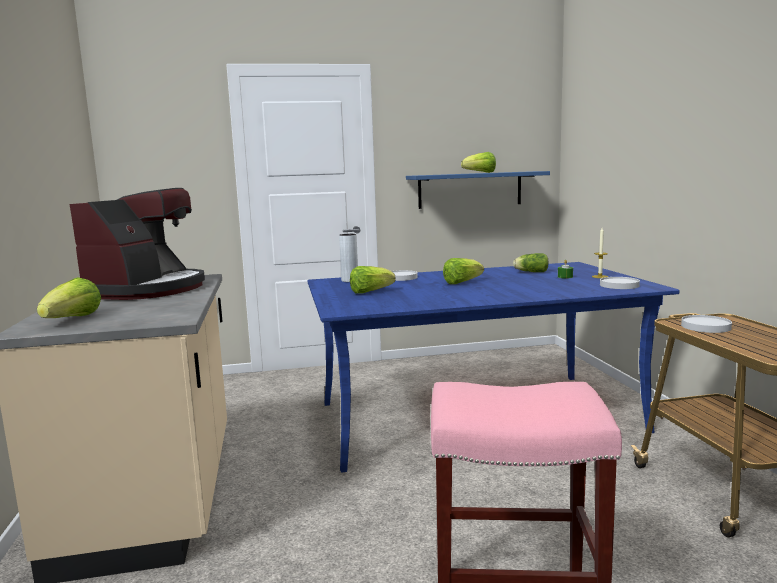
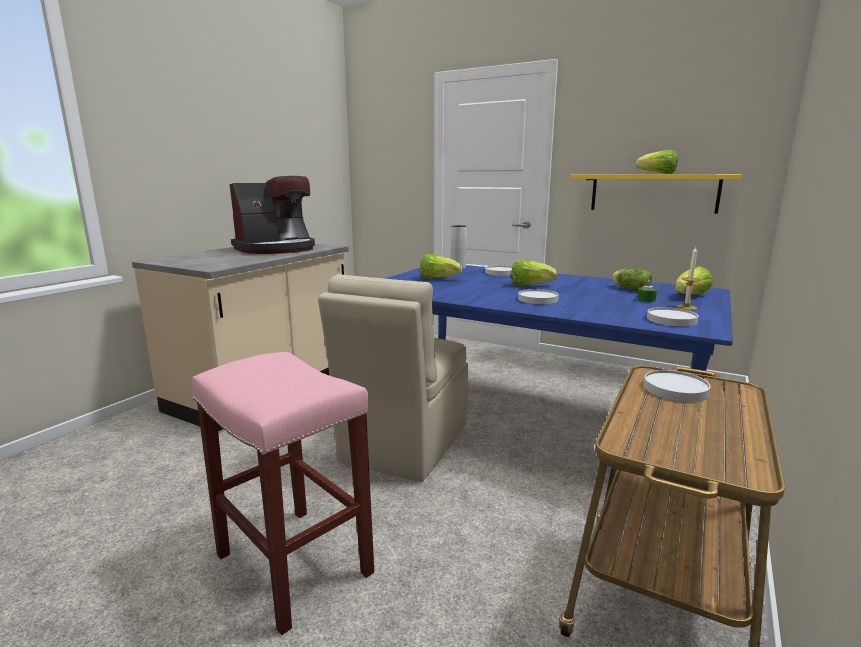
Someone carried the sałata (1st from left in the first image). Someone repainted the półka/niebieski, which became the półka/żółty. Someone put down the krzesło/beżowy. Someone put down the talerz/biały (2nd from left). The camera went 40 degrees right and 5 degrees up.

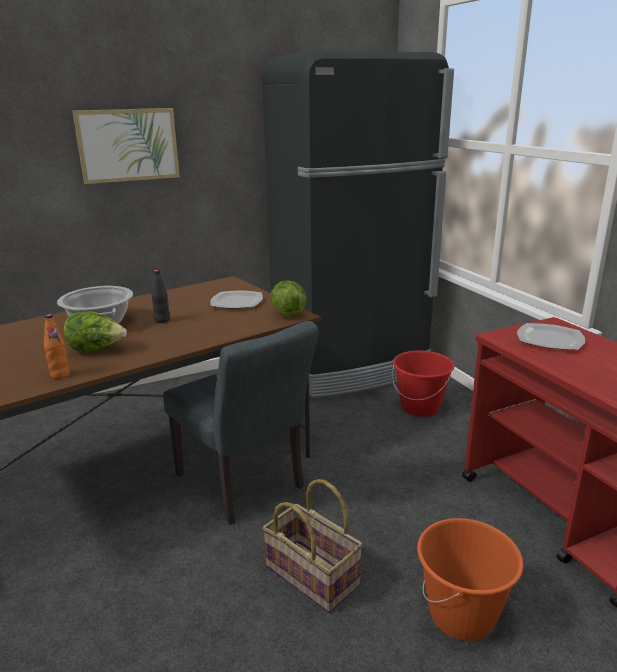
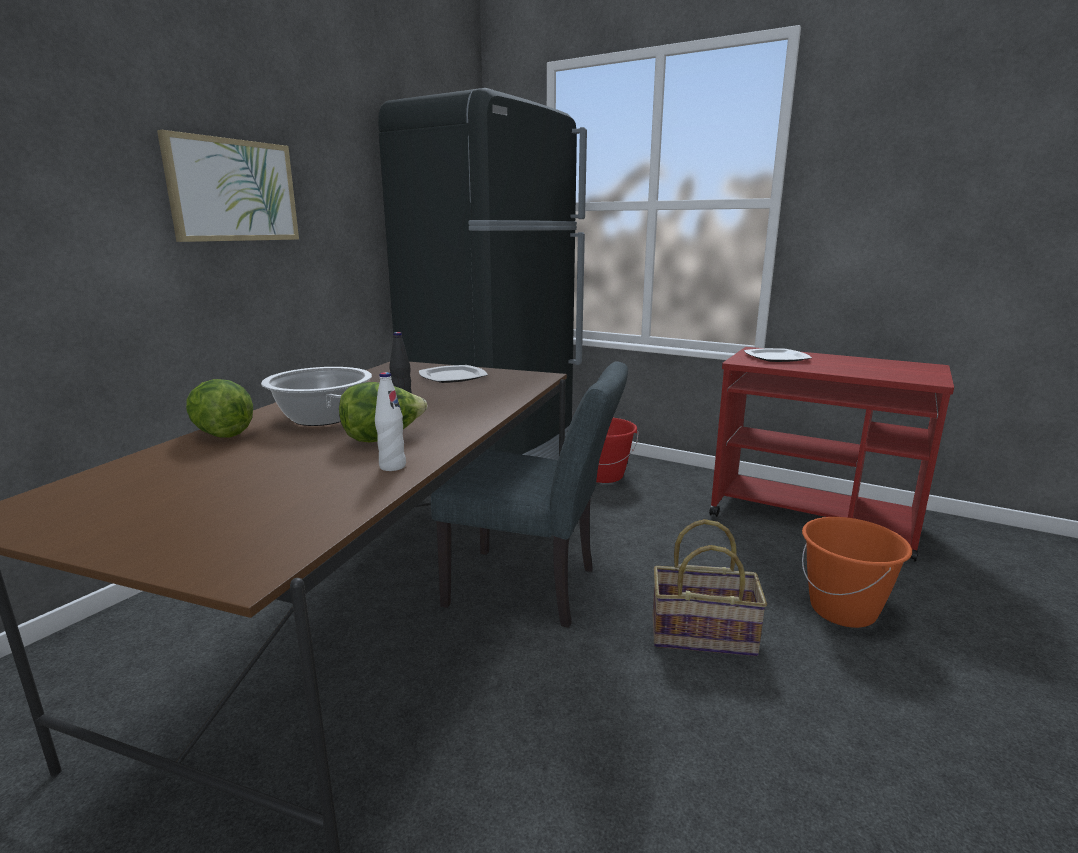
Someone repainted the butelka/pomarańczowy, which became the butelka/biały. Someone carried the sałata (2nd from left in the first image). The camera went 35 degrees left and 5 degrees down.

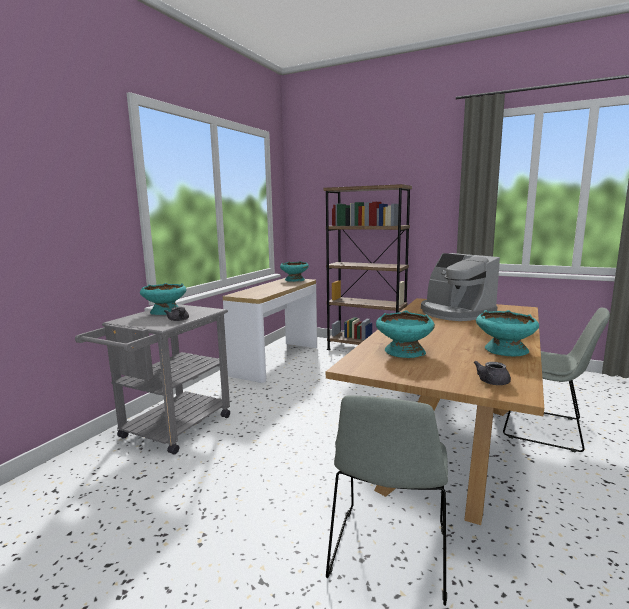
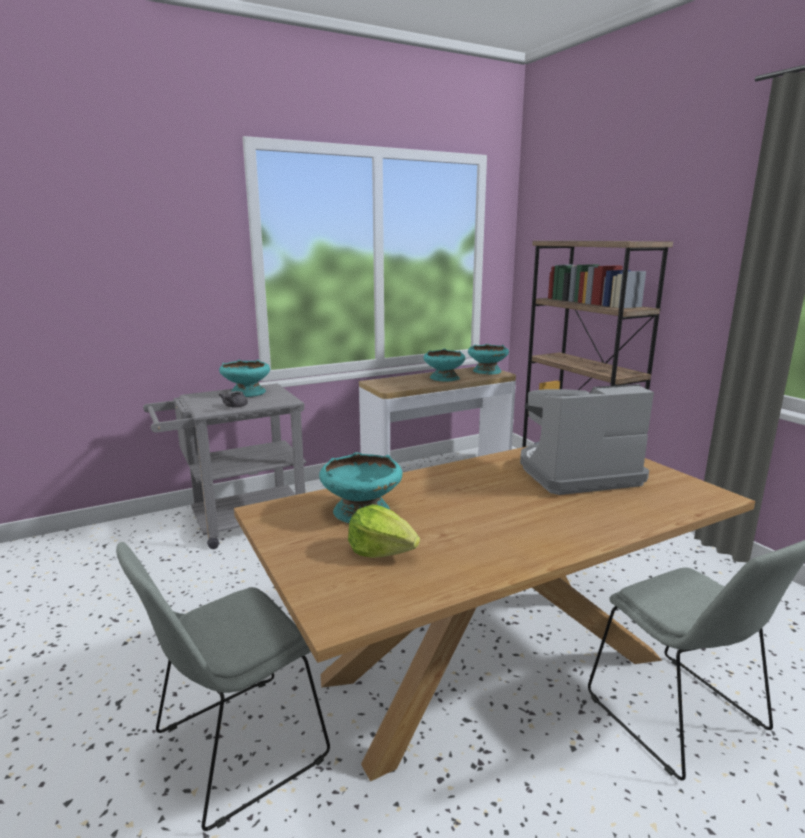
Someone rotated the ekspres do kawy by 75 degrees clockwise. Someone took away the imbryk/szary (2nd from left). Someone carried the miska/turkusowy (4th from left in the first image). Someone put down the sałata. The camera went 35 degrees right and 5 degrees up.

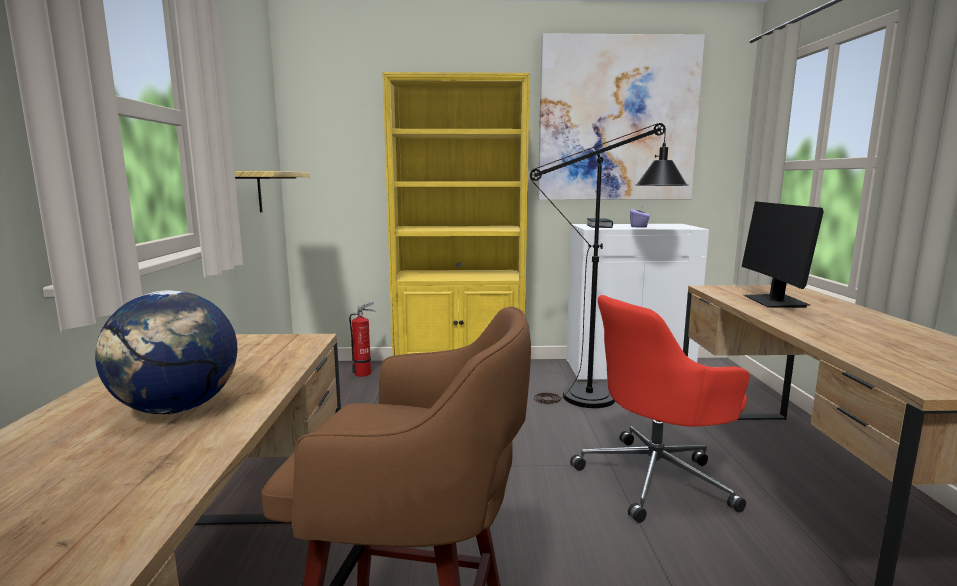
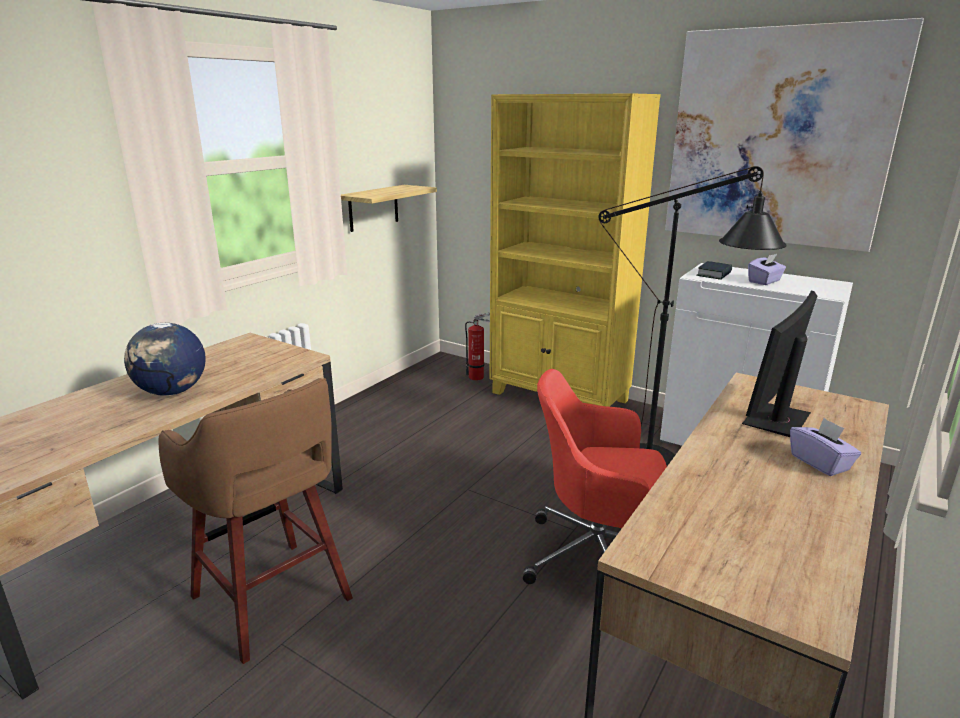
Someone put down the pudełko chusteczek/fioletowy (2nd from left). The camera went 35 degrees right and 10 degrees up.

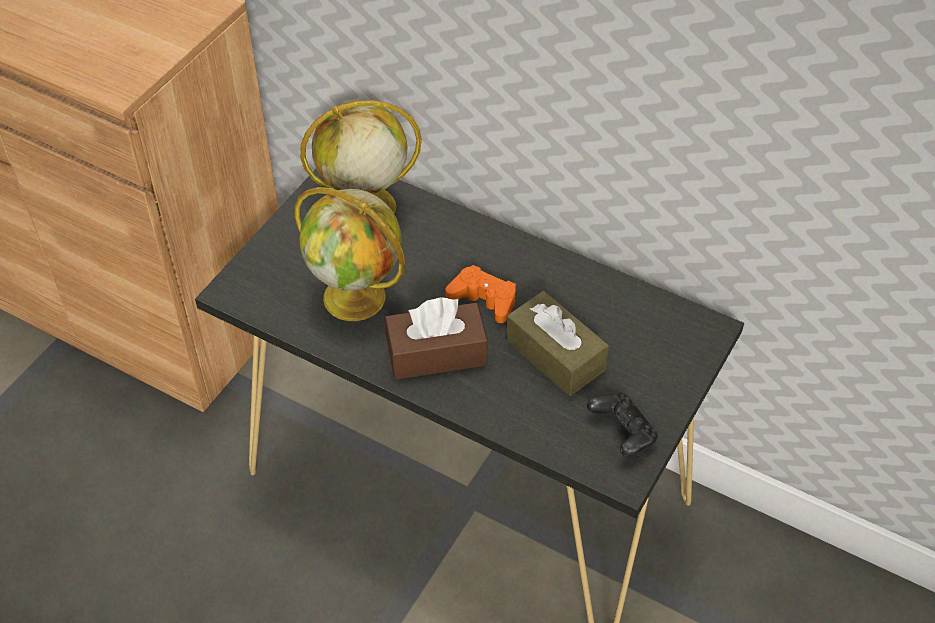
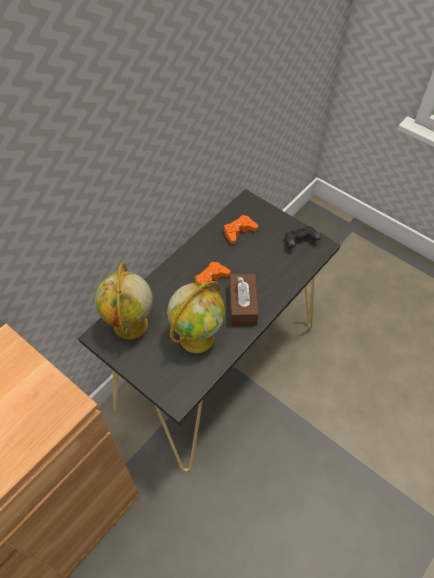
Someone took away the pudełko chusteczek/brązowy (2nd from left). Someone put down the pad do gier/pomarańczowy (2nd from left). The camera went 80 degrees left and 5 degrees up.

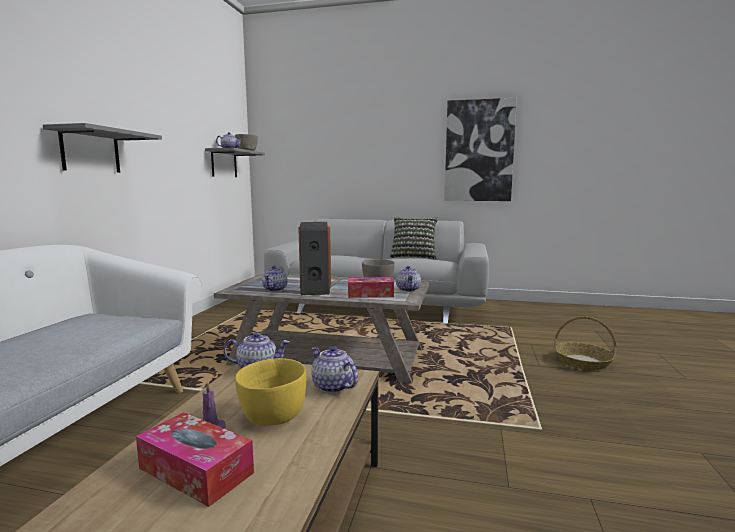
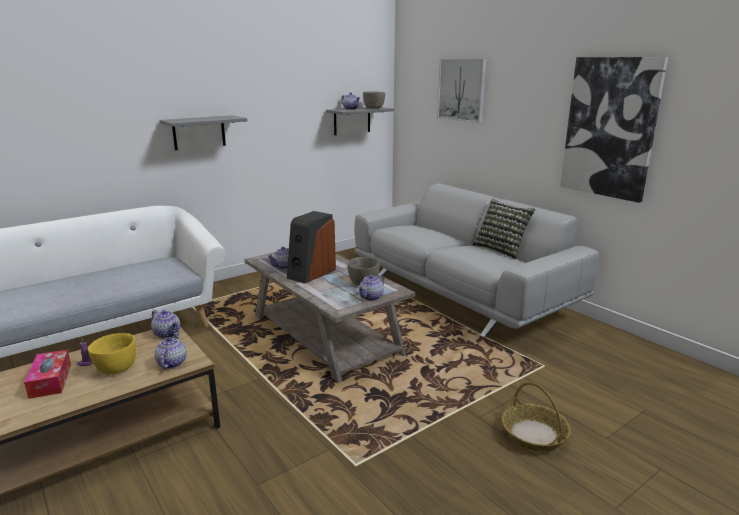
Someone took away the pudełko chusteczek (2nd from left). Someone put up the obraz (1st from left). The camera went 40 degrees right and 10 degrees up.

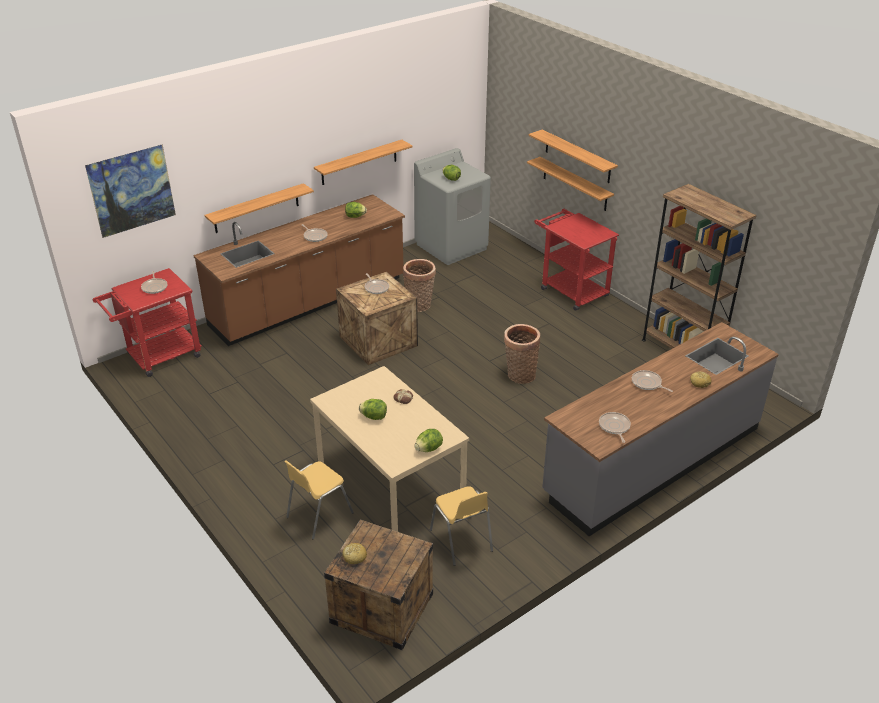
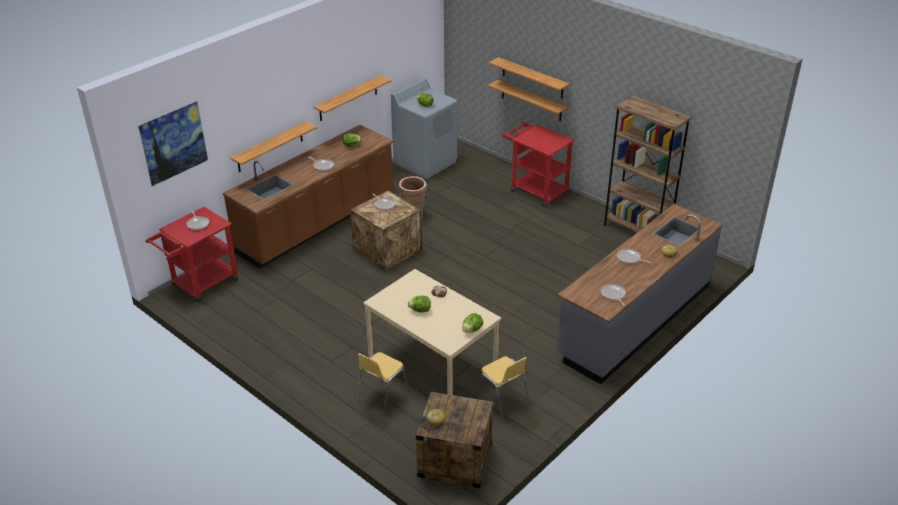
Someone took away the koszyk (2nd from left). The camera went 10 degrees left and 0 degrees up.

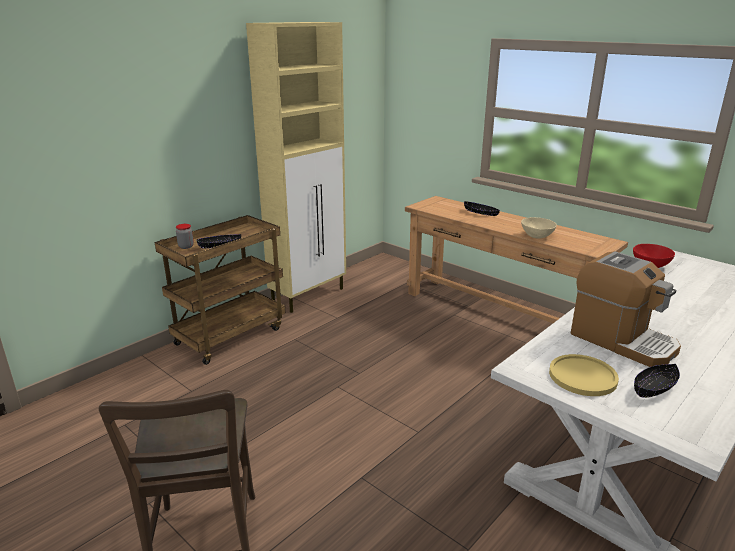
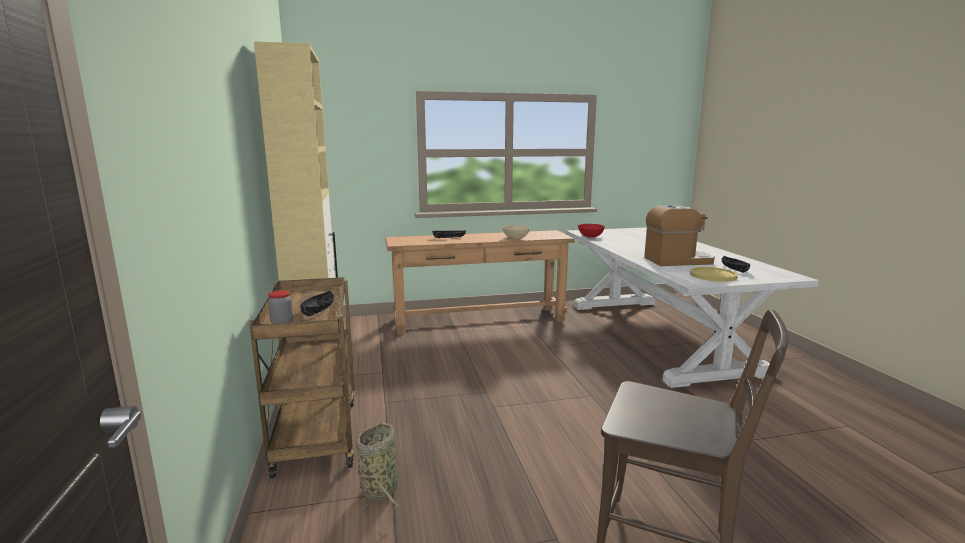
Someone put down the koszyk. The camera went 55 degrees left and 10 degrees down.

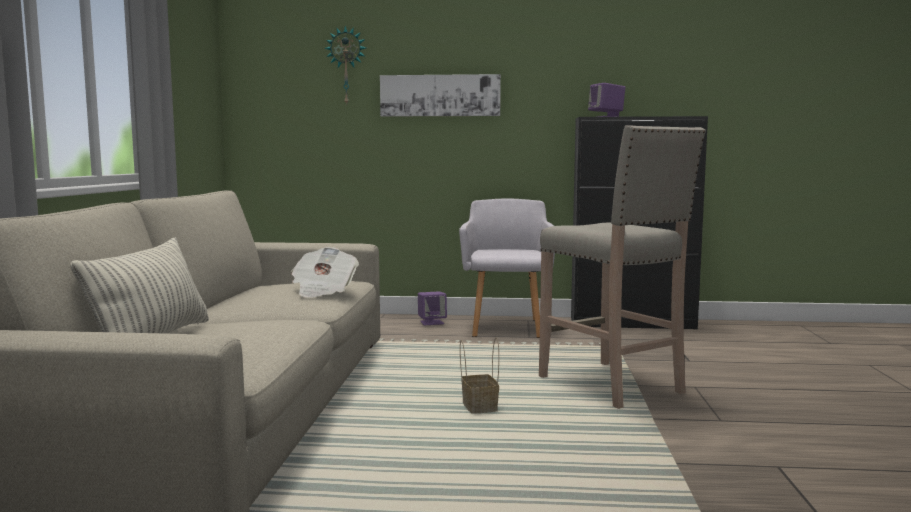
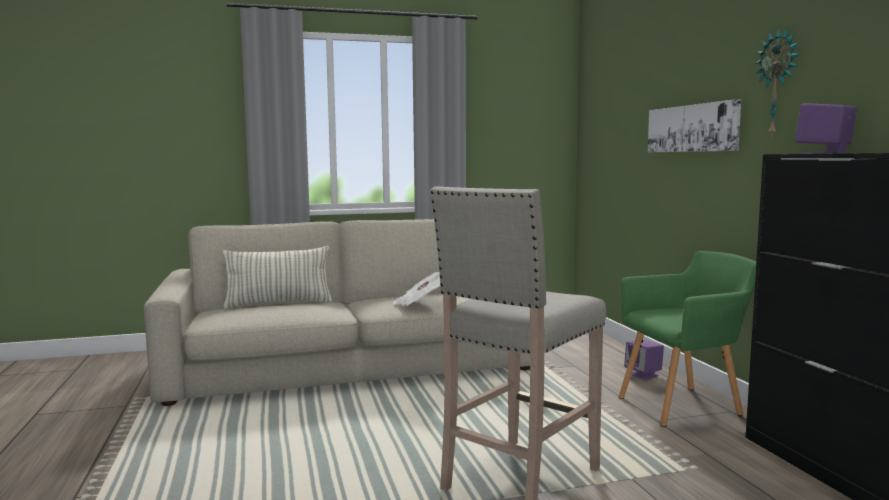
Someone carried the zegar ścienny. Someone repainted the fotel/szary, which became the fotel/zielony. Someone took away the koszyk. The camera went 70 degrees right and 0 degrees up.

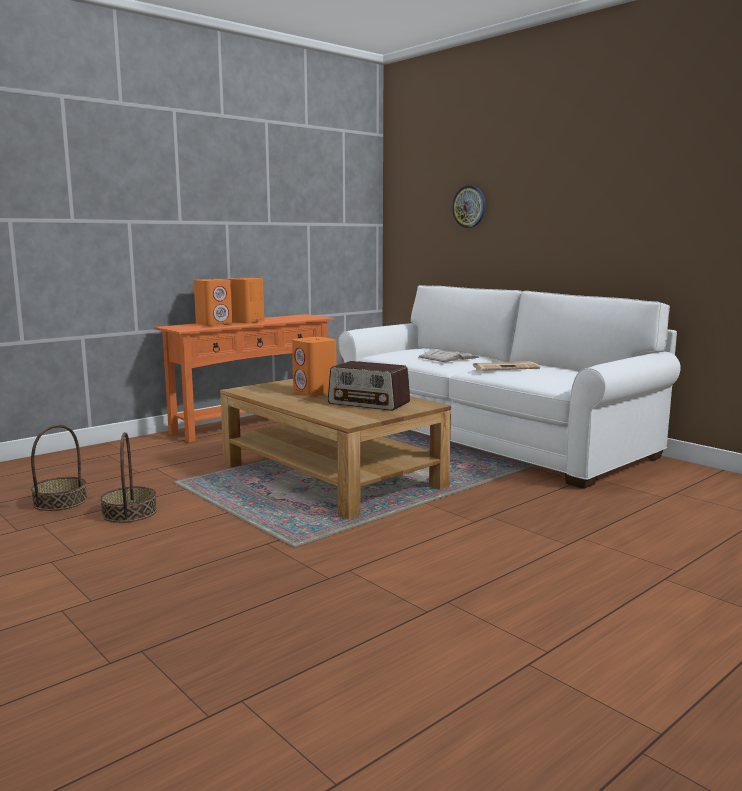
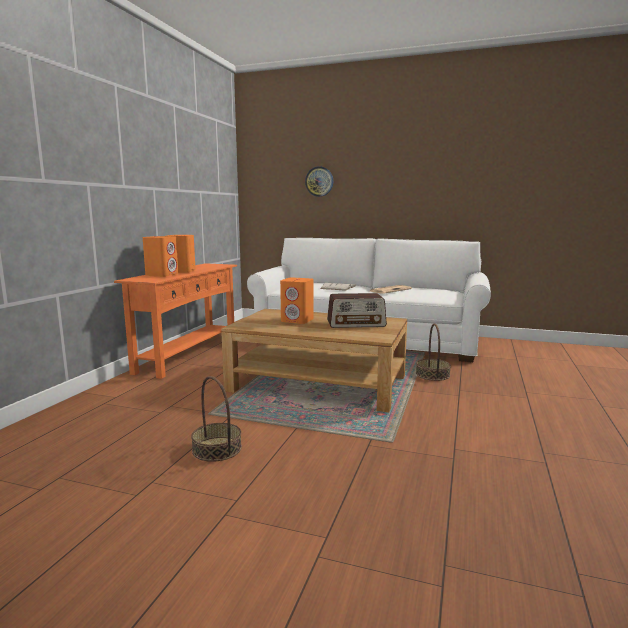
Someone carried the koszyk (1st from left in the first image). The camera went 30 degrees left and 0 degrees up.

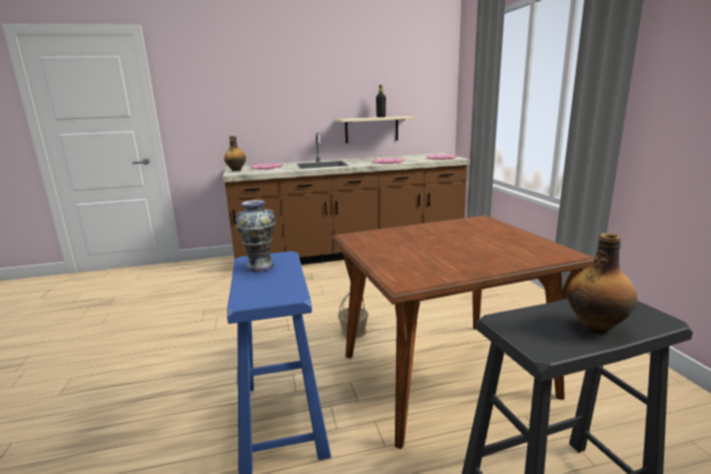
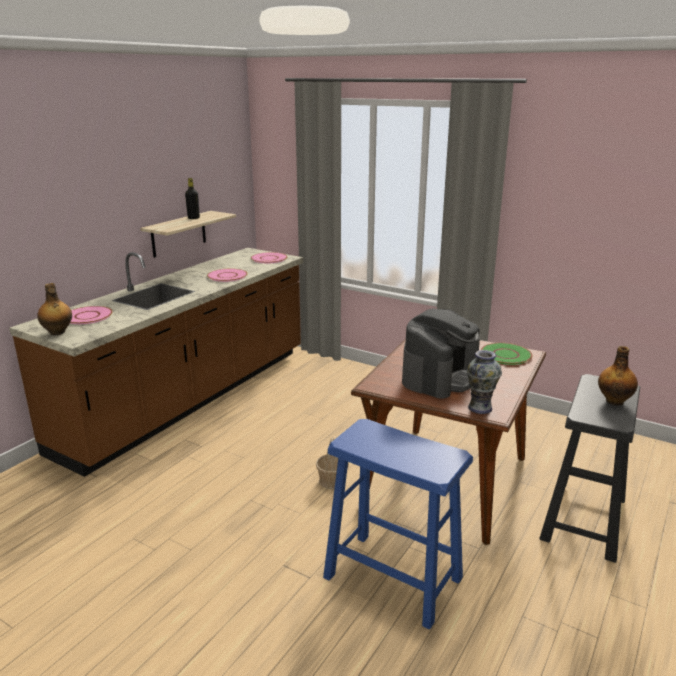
Someone carried the wazon. Someone put down the ekspres do kawy. Someone put down the talerz/zielony. The camera went 45 degrees left and 5 degrees up.

